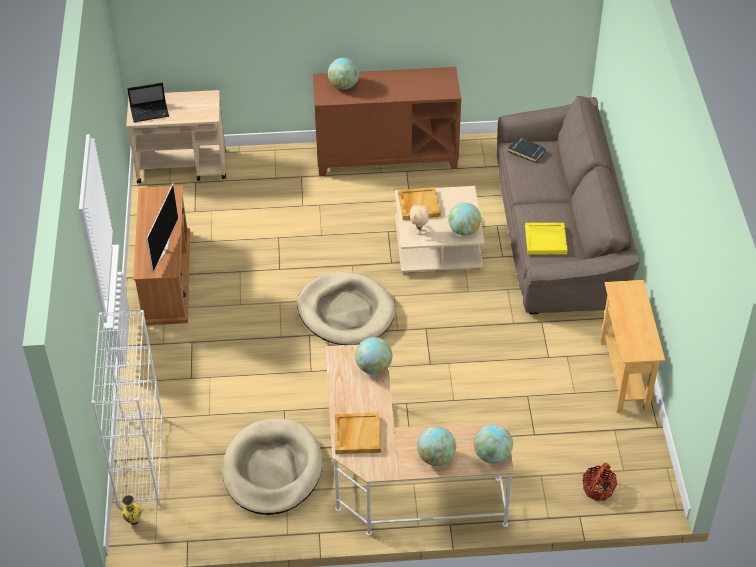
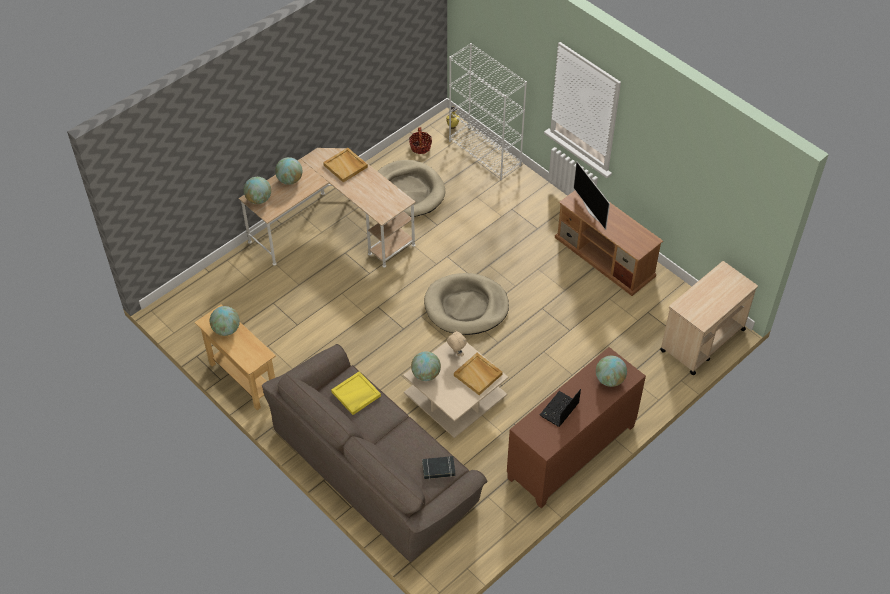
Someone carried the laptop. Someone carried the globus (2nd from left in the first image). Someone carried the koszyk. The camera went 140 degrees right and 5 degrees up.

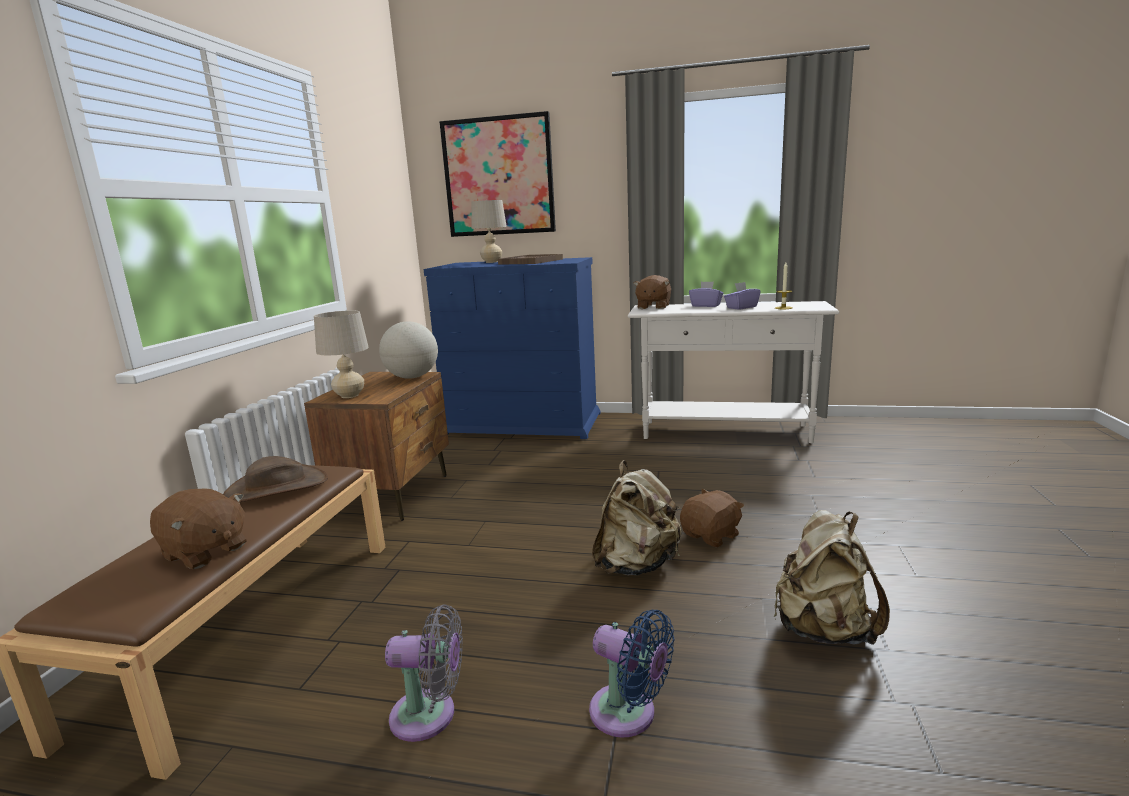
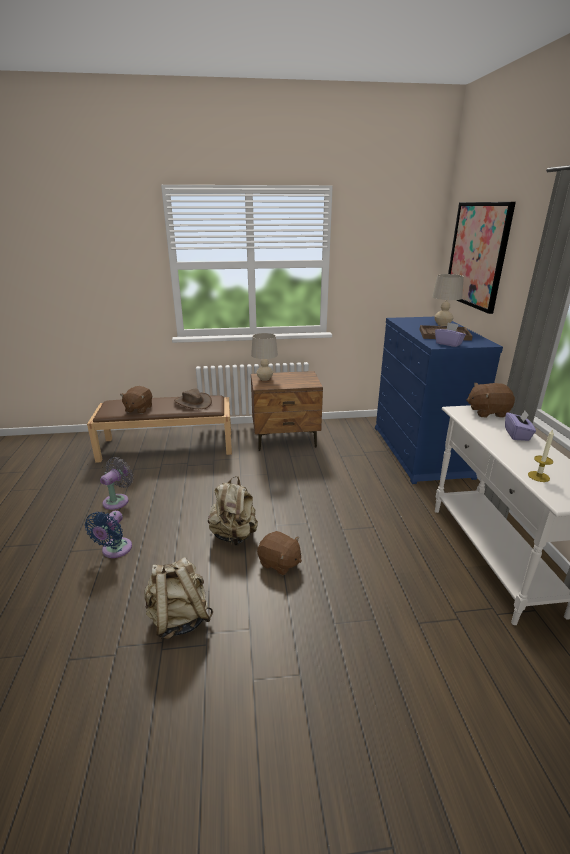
Someone took away the globus. Someone rotated the wentylator/szary by 135 degrees counterclockwise. Someone carried the pudełko chusteczek/fioletowy (2nd from left in the first image). The camera went 70 degrees right and 10 degrees up.

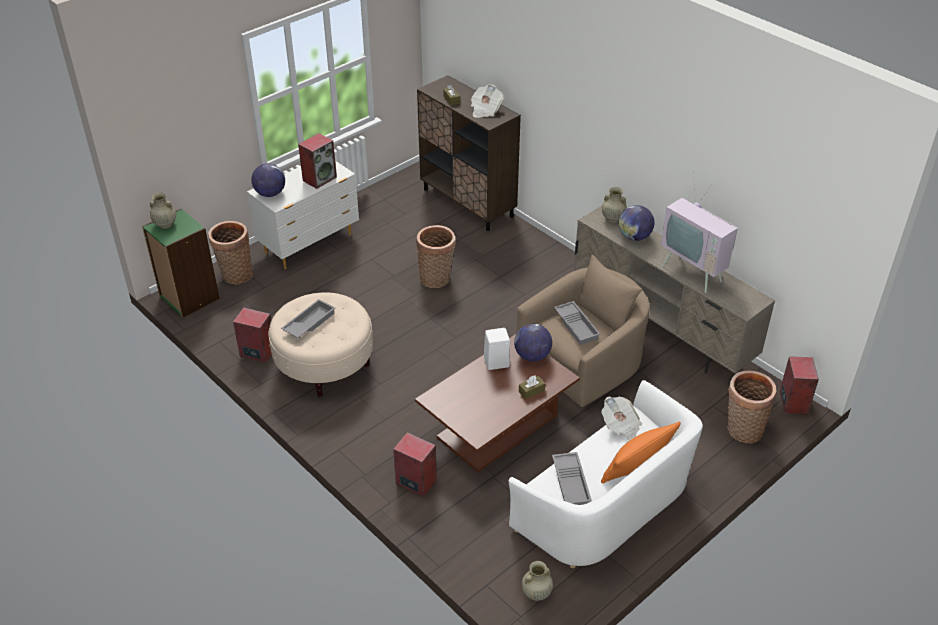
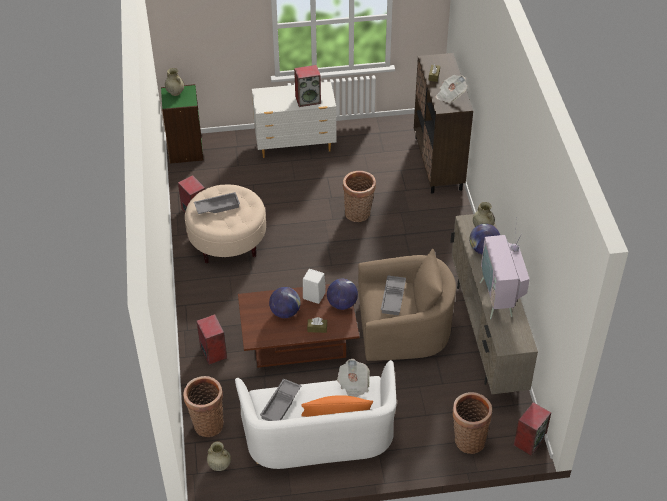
Someone carried the koszyk (1st from left). Someone carried the globus (1st from left). The camera went 35 degrees right and 5 degrees up.

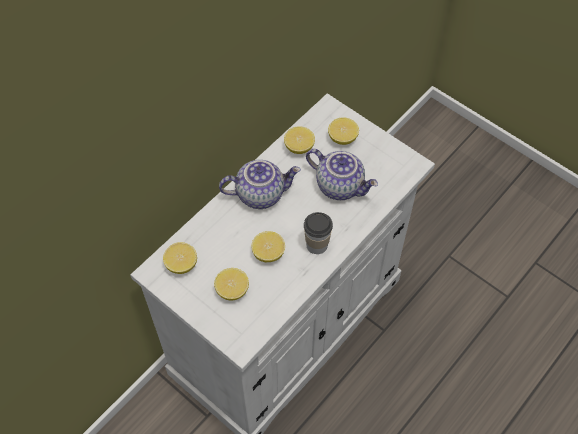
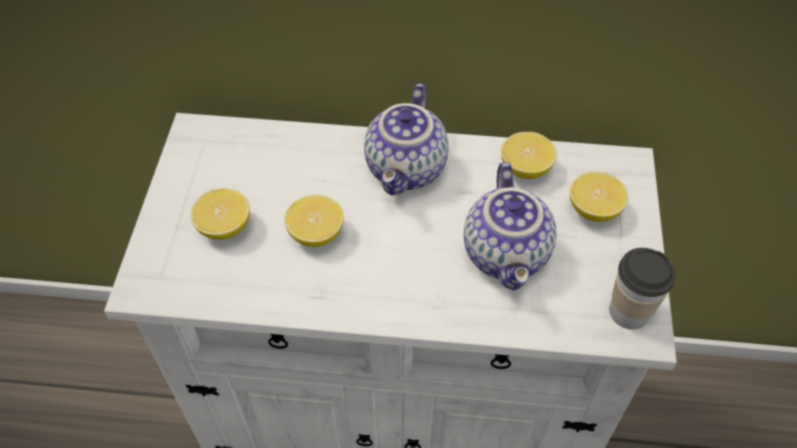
Someone took away the cytryna (1st from left). Someone rotated the imbryk (1st from left) by 60 degrees clockwise. Someone carried the filiżanka. The camera went 55 degrees right and 5 degrees down.

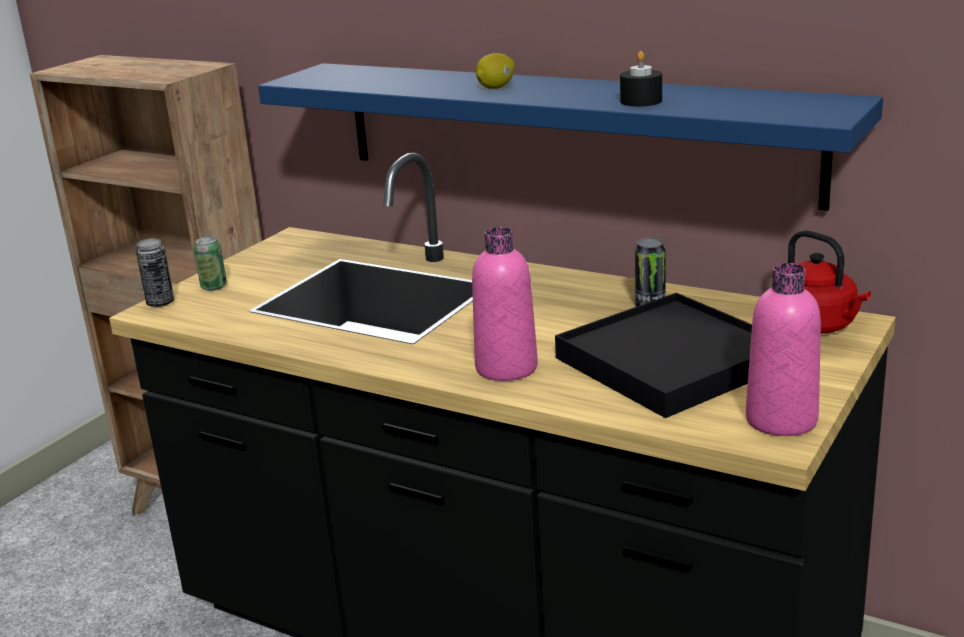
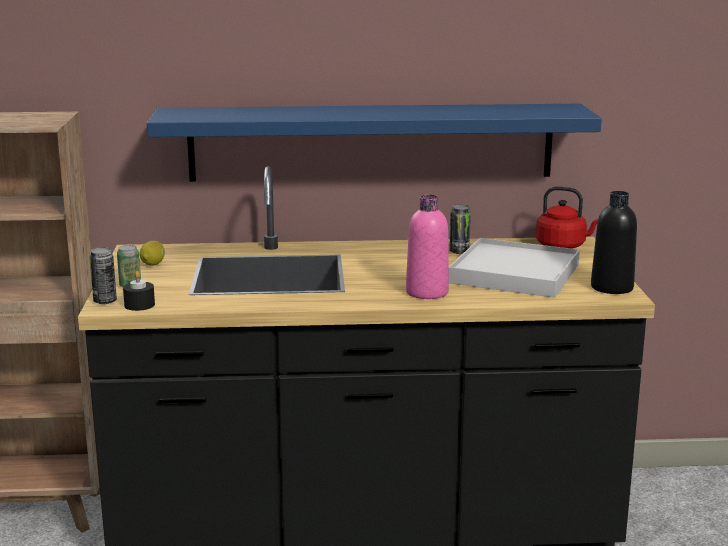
Someone carried the cytryna. Someone repainted the taca/czarny, which became the taca/biały. Someone carried the świeca/czarny. Someone repainted the butelka/różowy (2nd from left), which became the butelka/czarny. The camera went 35 degrees left and 5 degrees down.

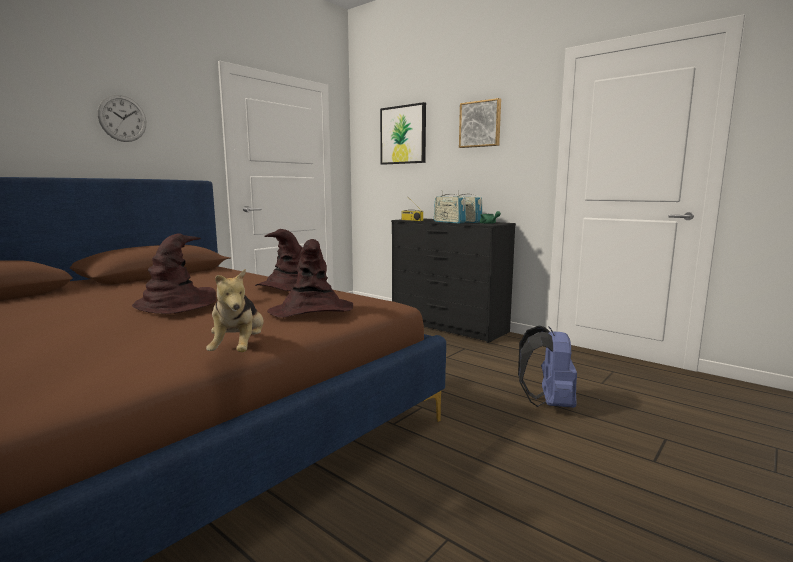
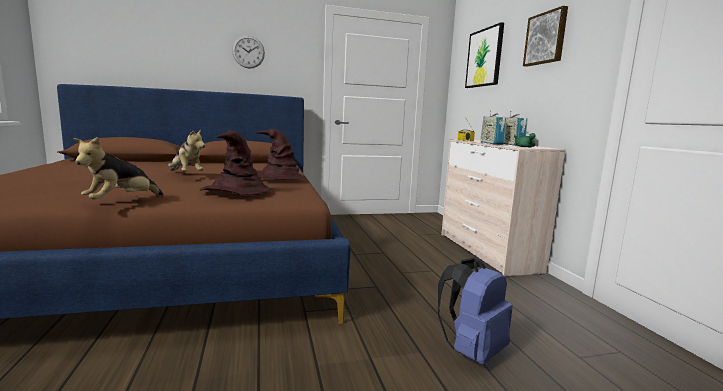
Someone swapped the kapelusz/brązowy (1st from left) for the pluszak (2nd from left). Someone repainted the komoda/czarny, which became the komoda/beżowy. The camera went 35 degrees right and 0 degrees up.

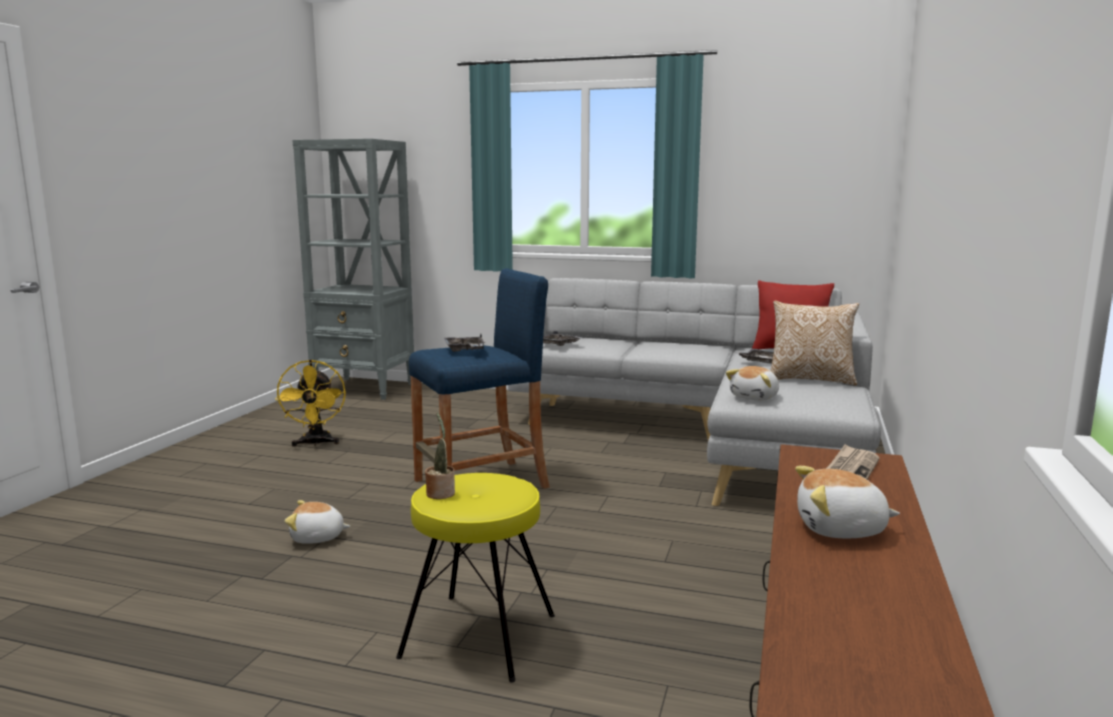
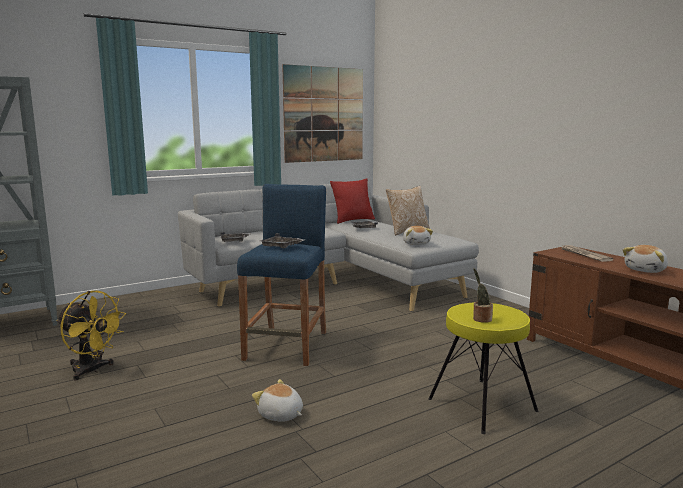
Someone rotated the pluszak (1st from left) by 90 degrees clockwise. Someone put up the obraz. The camera went 50 degrees left and 0 degrees up.

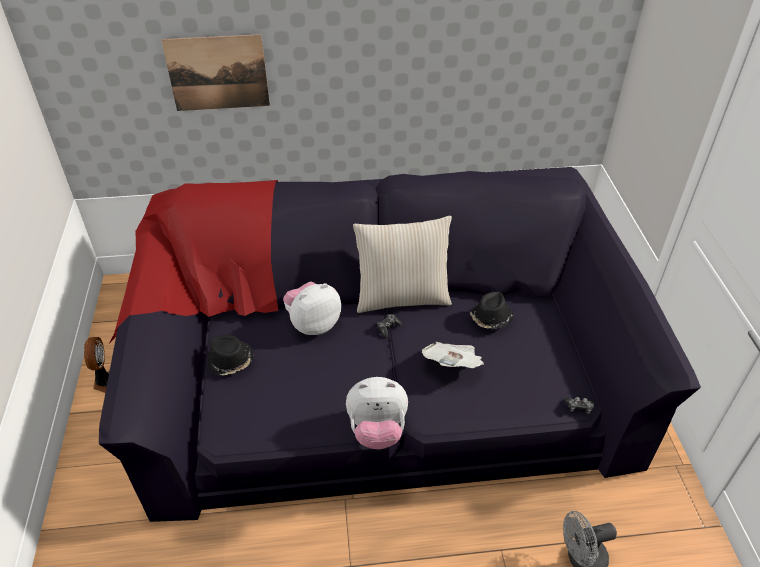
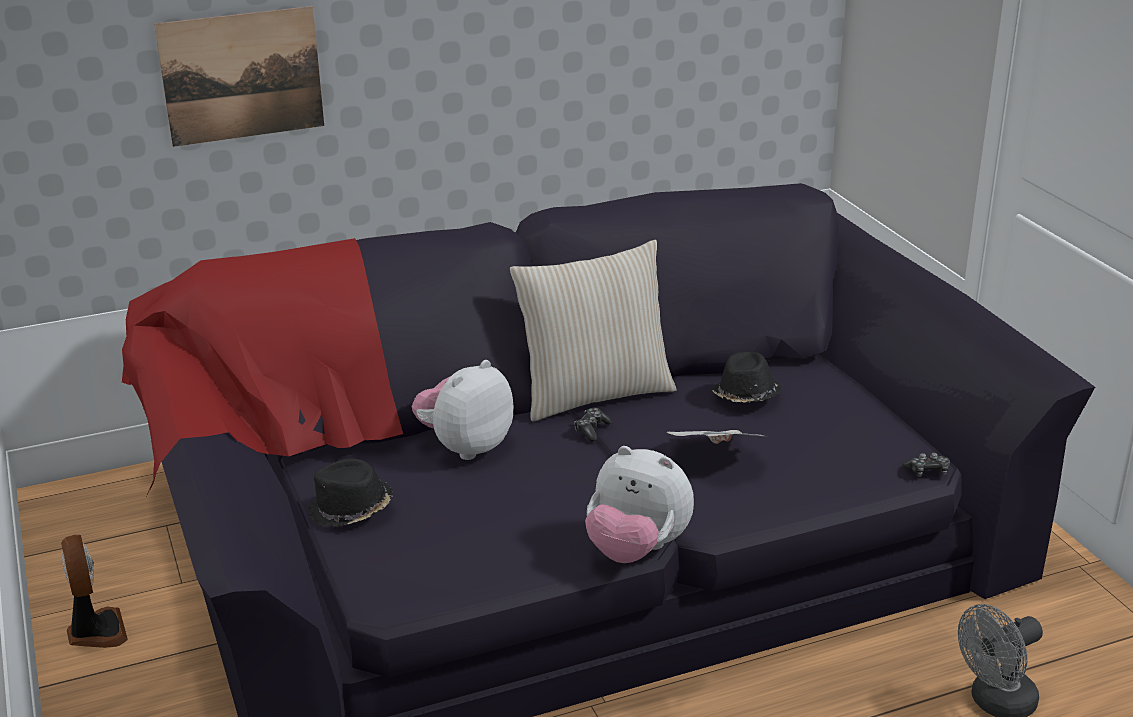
Someone rotated the pluszak (2nd from left) by 45 degrees clockwise. The camera went 15 degrees left and 15 degrees down.

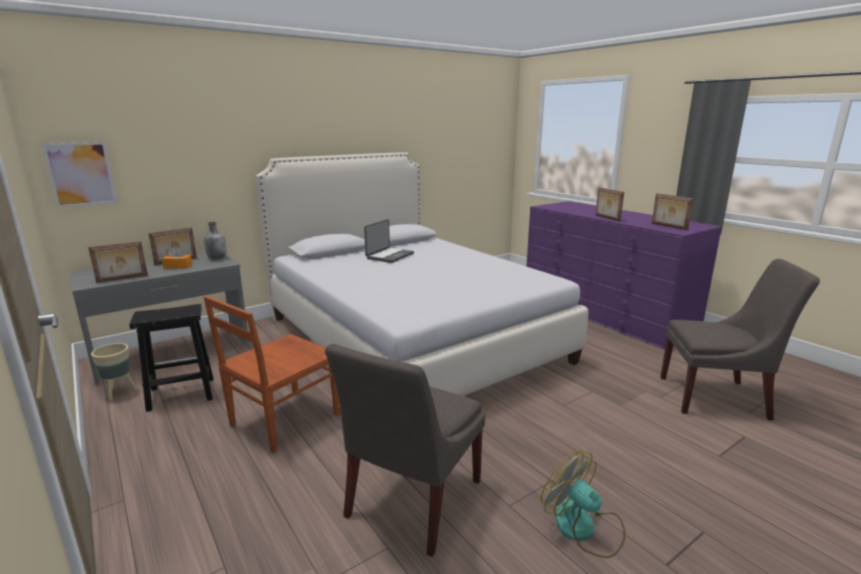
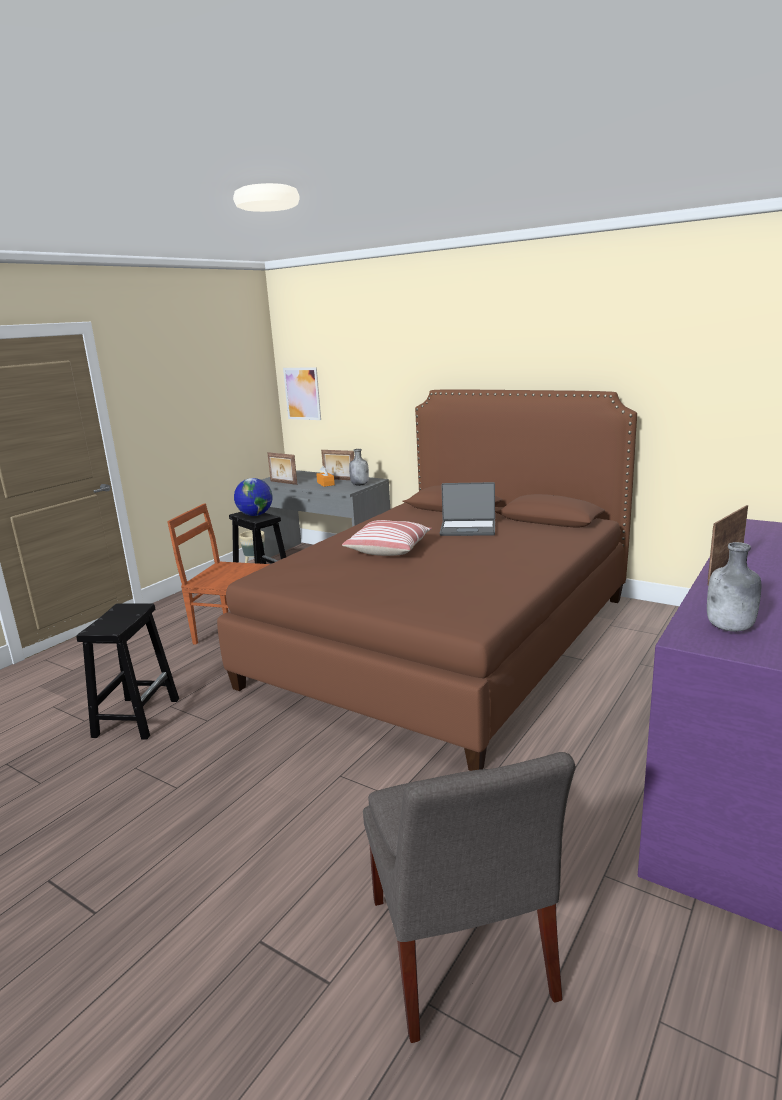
Someone repainted the łóżko/biały, which became the łóżko/brązowy. Someone swapped the krzesło/szary (1st from left) for the stołek/czarny (1st from left). Someone took away the wentylator. Someone swapped the ramka na zdjęcie (4th from left) for the butelka/szary (2nd from left). Someone put down the globus. Someone put down the poduszka. The camera went 70 degrees right and 0 degrees up.

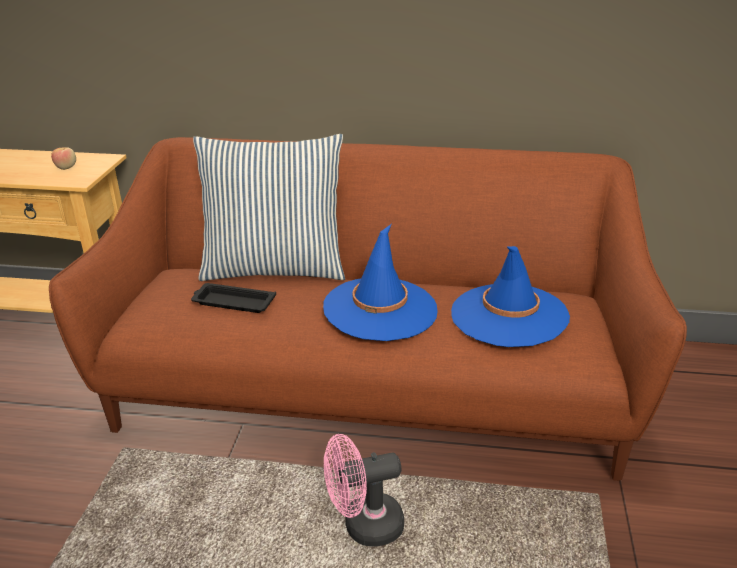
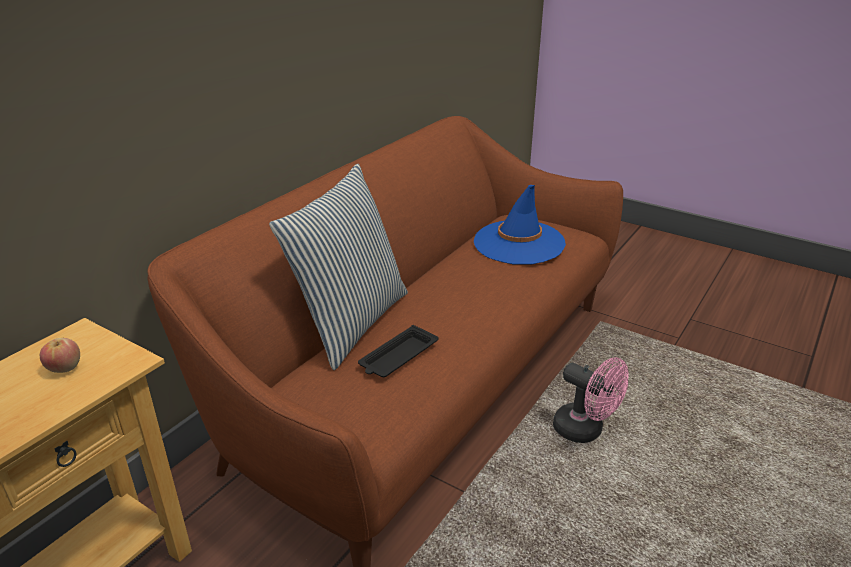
Someone took away the kapelusz/niebieski (1st from left). Someone rotated the wentylator/różowy by 60 degrees counterclockwise. The camera went 65 degrees left and 0 degrees up.

